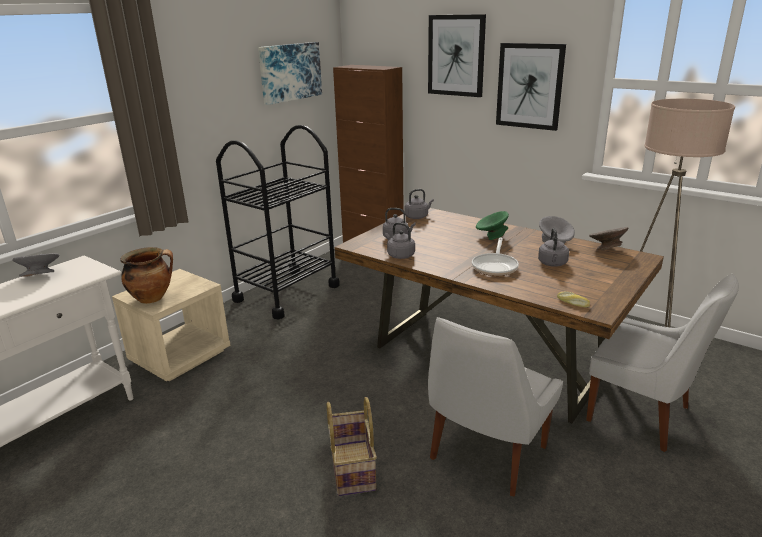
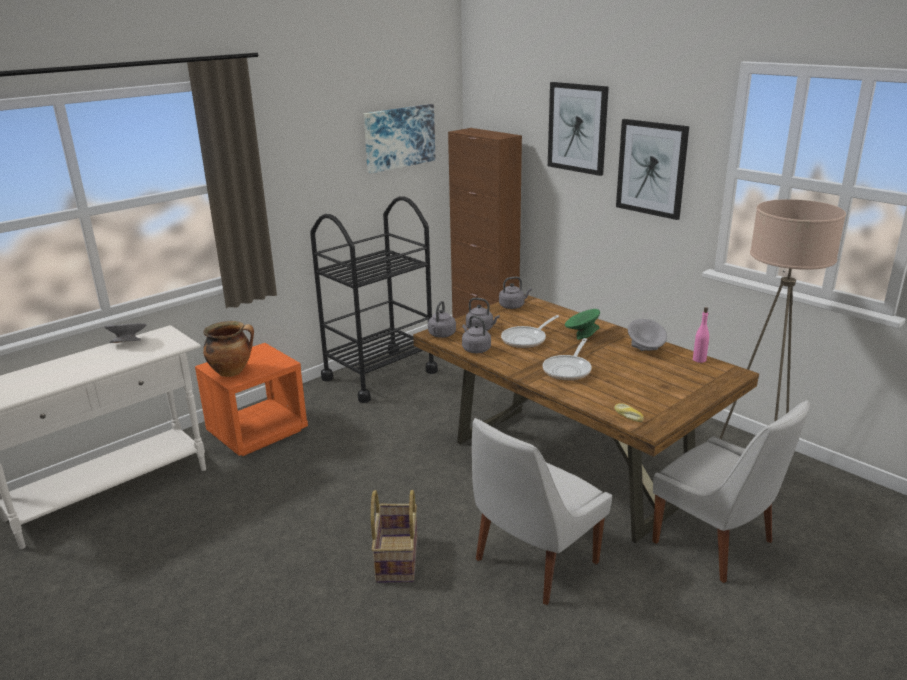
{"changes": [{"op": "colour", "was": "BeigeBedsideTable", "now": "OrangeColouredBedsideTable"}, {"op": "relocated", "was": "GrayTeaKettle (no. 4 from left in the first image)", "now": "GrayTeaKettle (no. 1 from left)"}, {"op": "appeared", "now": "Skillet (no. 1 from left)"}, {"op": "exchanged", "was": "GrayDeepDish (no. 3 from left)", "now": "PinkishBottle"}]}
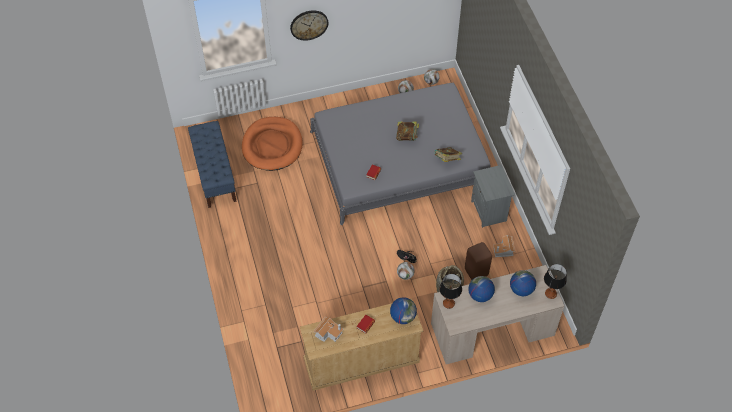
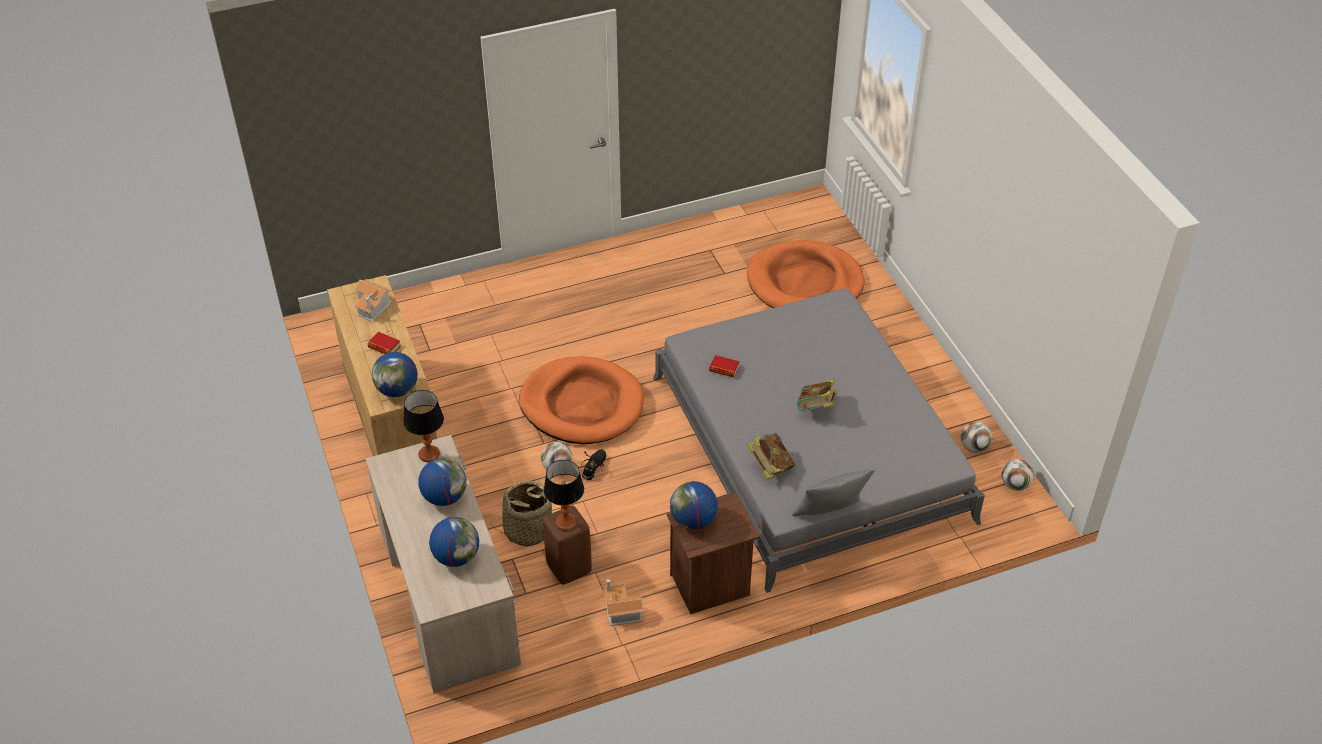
{"changes": [{"op": "appeared", "now": "OrangeColouredDogBed (no. 1 from left)"}, {"op": "relocated", "was": "TabletopLamp (no. 2 from left)"}, {"op": "colour", "was": "GrayBedsideTable", "now": "BrownColouredBedsideTable"}, {"op": "appeared", "now": "DeskGlobe (no. 4 from left)"}, {"op": "appeared", "now": "GrayThrowPillow"}, {"op": "missing", "was": "BluishBench"}, {"op": "missing", "was": "WallClock"}]}
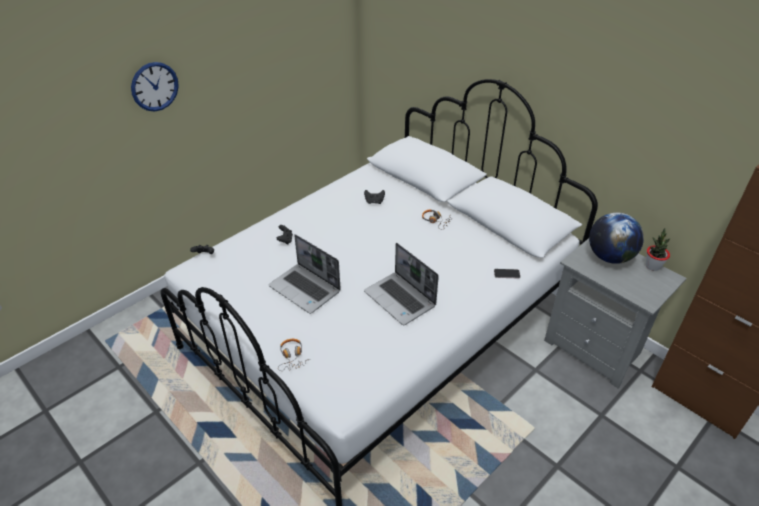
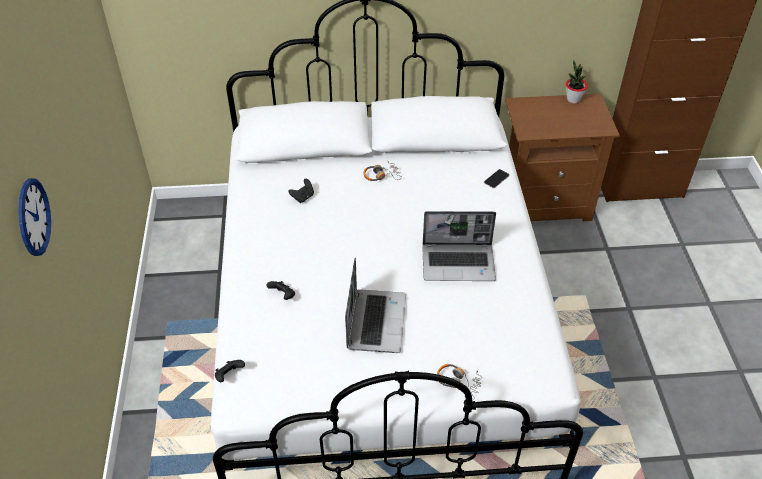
{"changes": [{"op": "spun", "was": "Laptop (no. 1 from left)", "clockwise": -75}, {"op": "colour", "was": "GrayBedsideTable", "now": "BrownColouredBedsideTable"}, {"op": "missing", "was": "DeskGlobe"}]}
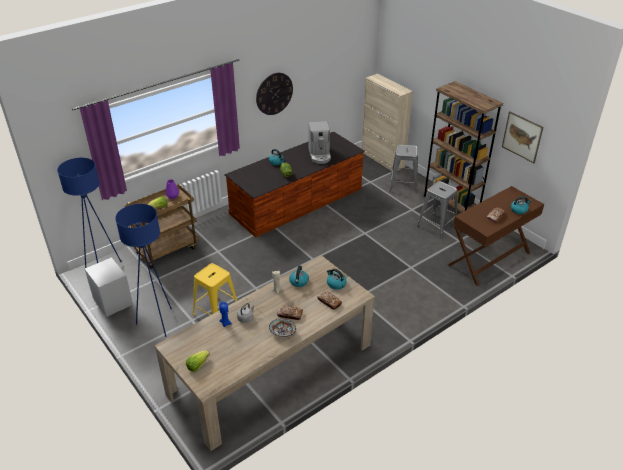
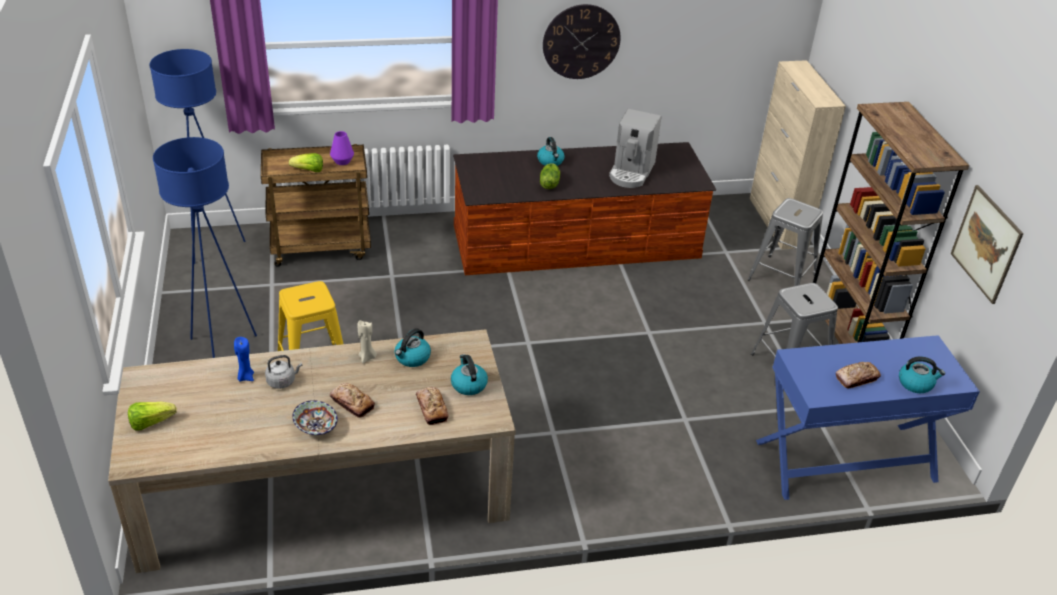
{"changes": [{"op": "colour", "was": "BrownColouredConsoleTable", "now": "BluishConsoleTable"}, {"op": "missing", "was": "GrayBedsideTable"}]}
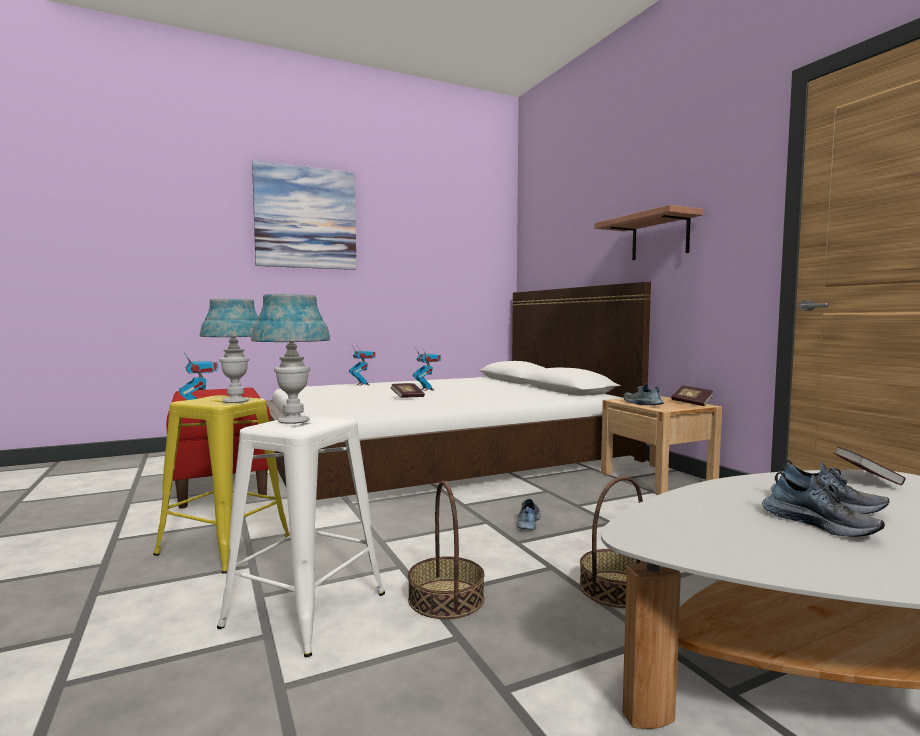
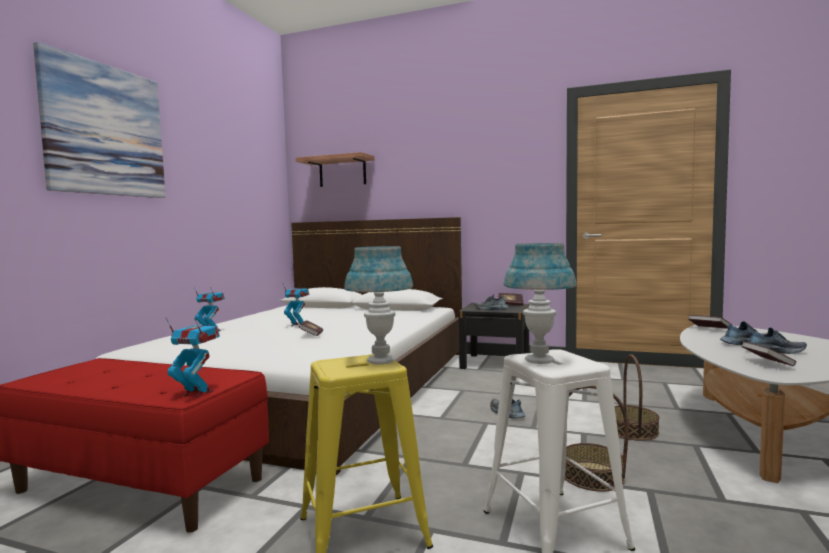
{"changes": [{"op": "relocated", "was": "WallShelf"}, {"op": "colour", "was": "BeigeBedsideTable", "now": "BlackColouredBedsideTable"}, {"op": "appeared", "now": "Book (no. 4 from left)"}]}
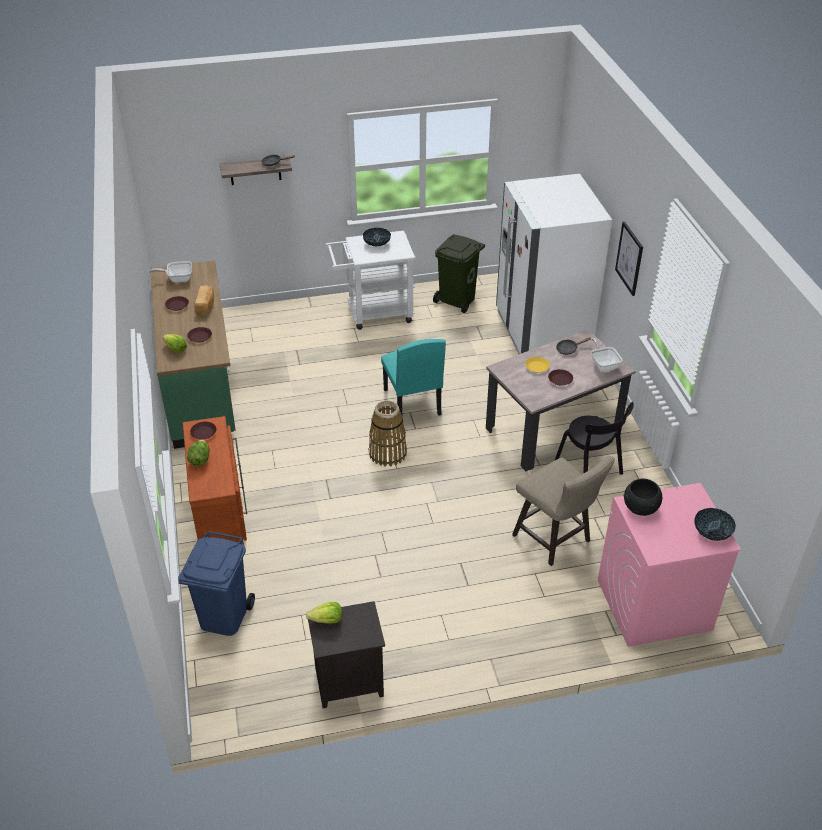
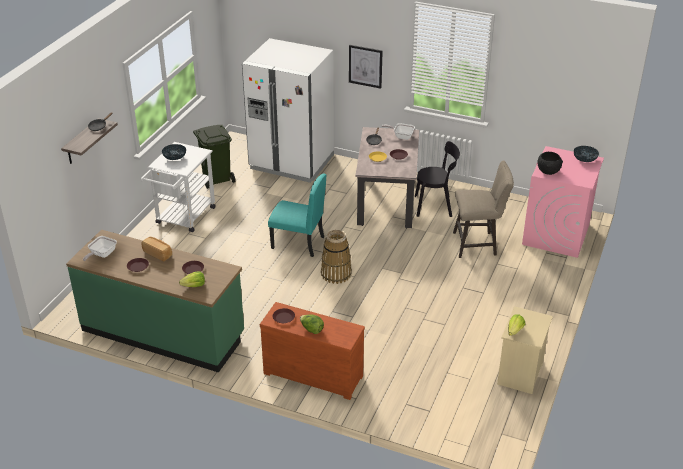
{"changes": [{"op": "colour", "was": "BlackColouredBedsideTable", "now": "BeigeBedsideTable"}, {"op": "missing", "was": "BluishWasteBin"}]}
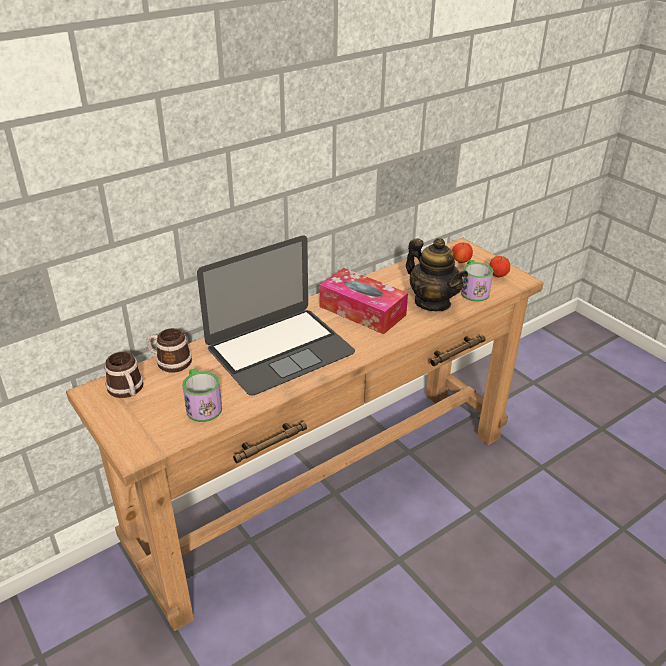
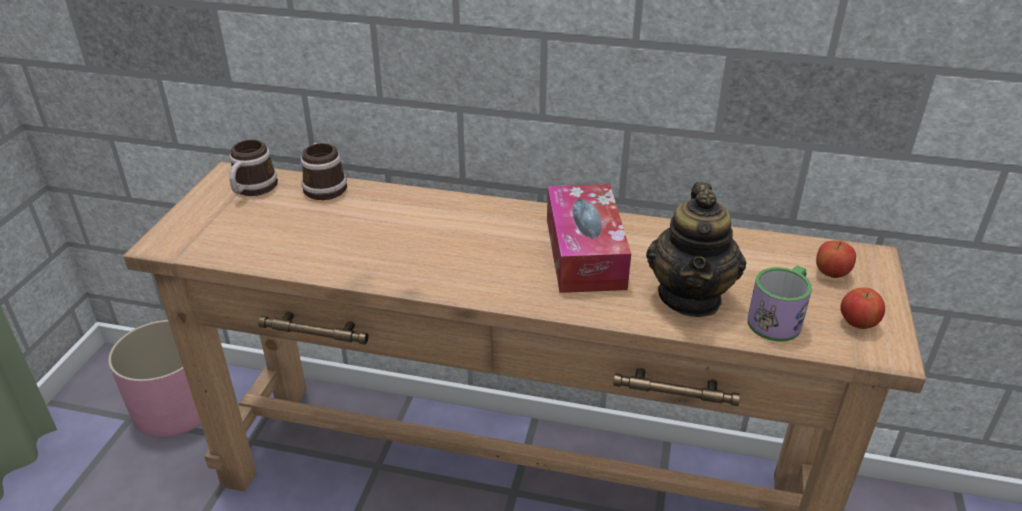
{"changes": [{"op": "appeared", "now": "PinkishPlantPot"}, {"op": "missing", "was": "Mug (no. 3 from left)"}, {"op": "missing", "was": "Laptop"}]}
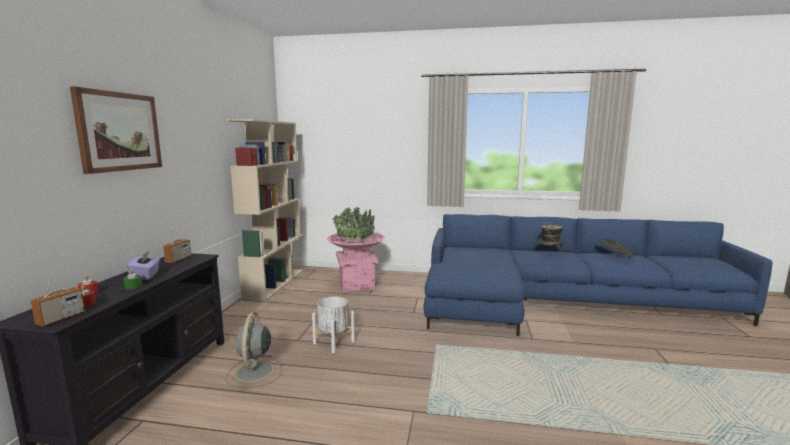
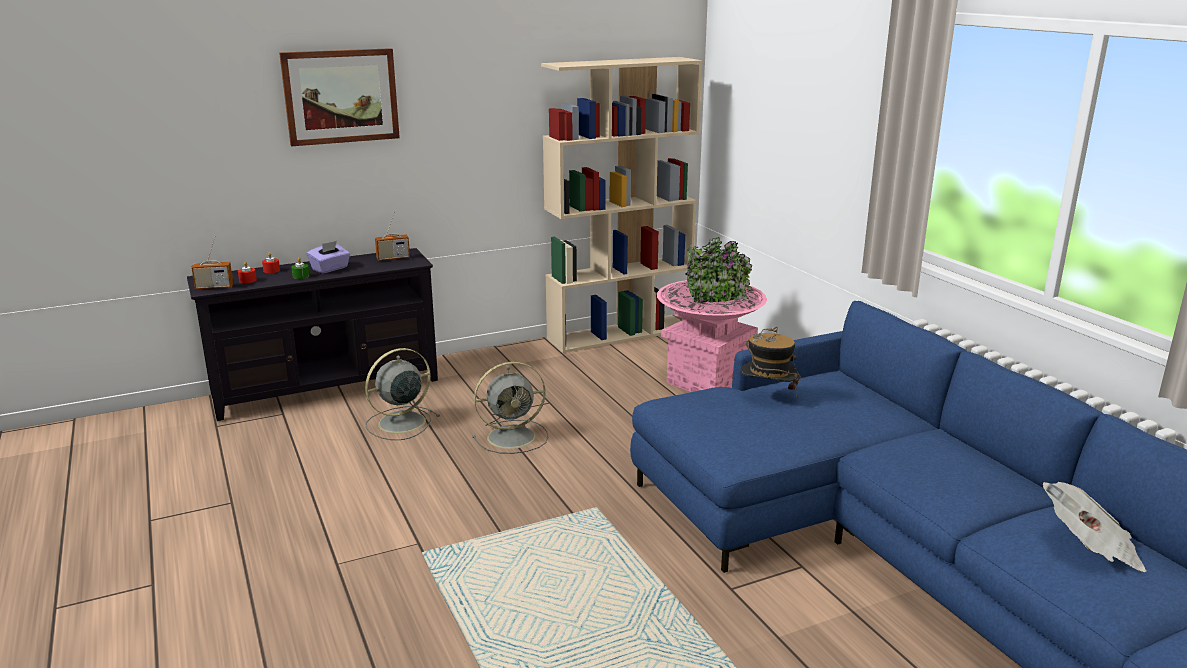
{"changes": [{"op": "exchanged", "was": "WhitePlantPot", "now": "GrayFan (no. 2 from left)"}, {"op": "relocated", "was": "Hat"}]}
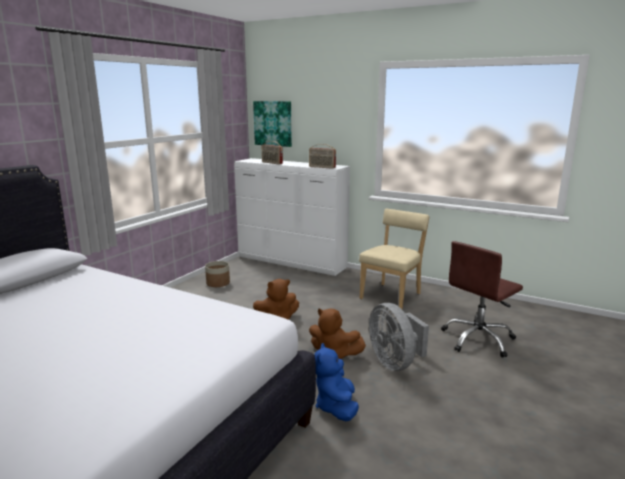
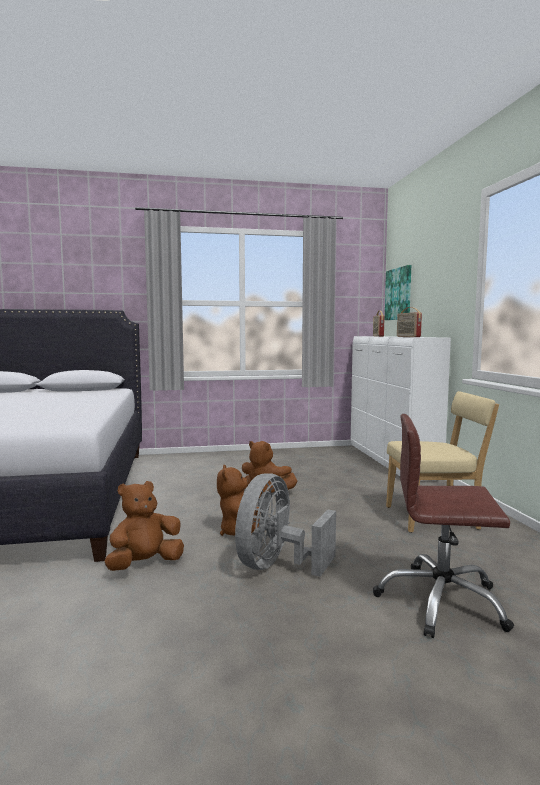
{"changes": [{"op": "colour", "was": "BluishSoftToy", "now": "BrownColouredSoftToy (no. 1 from left)"}, {"op": "missing", "was": "PlantPot"}]}
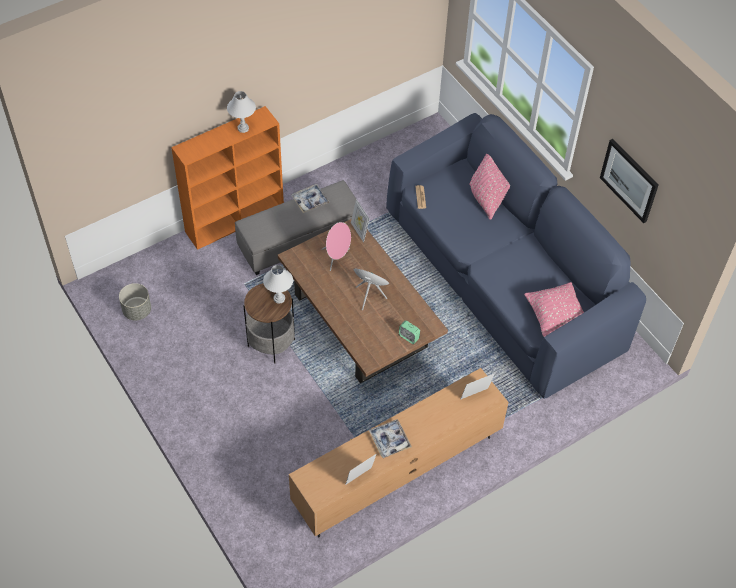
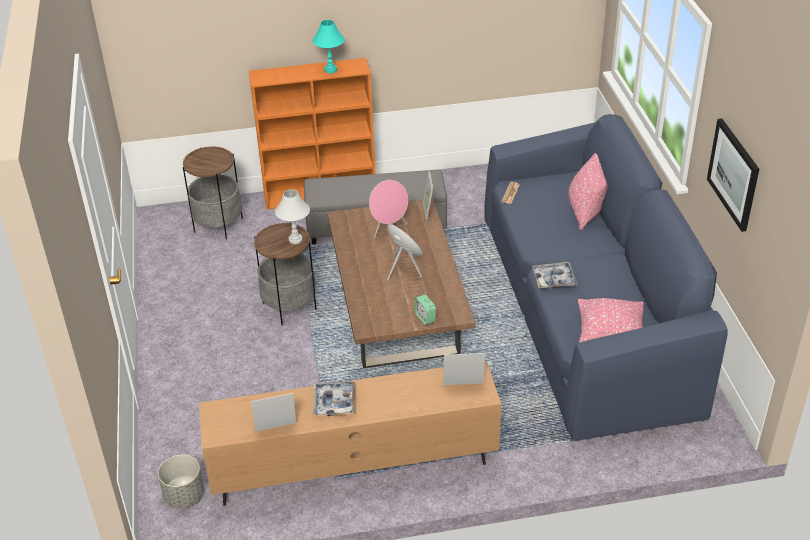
{"changes": [{"op": "relocated", "was": "GrayPlantPot"}, {"op": "appeared", "now": "AccentTable (no. 1 from left)"}, {"op": "colour", "was": "WhiteTabletopLamp (no. 1 from left)", "now": "TurquoiseTabletopLamp"}, {"op": "relocated", "was": "Tray (no. 1 from left in the first image)", "now": "Tray (no. 2 from left)"}]}
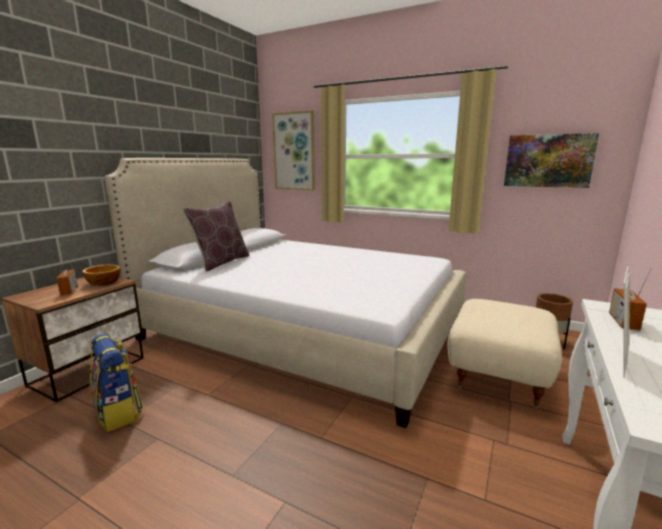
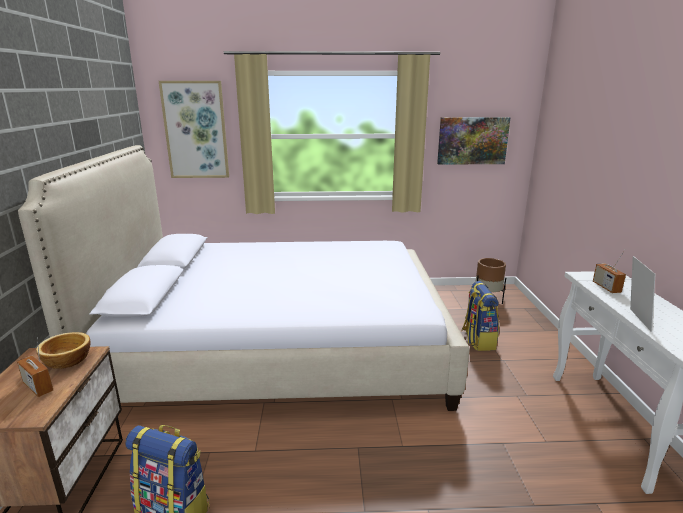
{"changes": [{"op": "exchanged", "was": "BeigeOttoman", "now": "Knapsack (no. 2 from left)"}, {"op": "missing", "was": "BrownColouredThrowPillow"}]}
